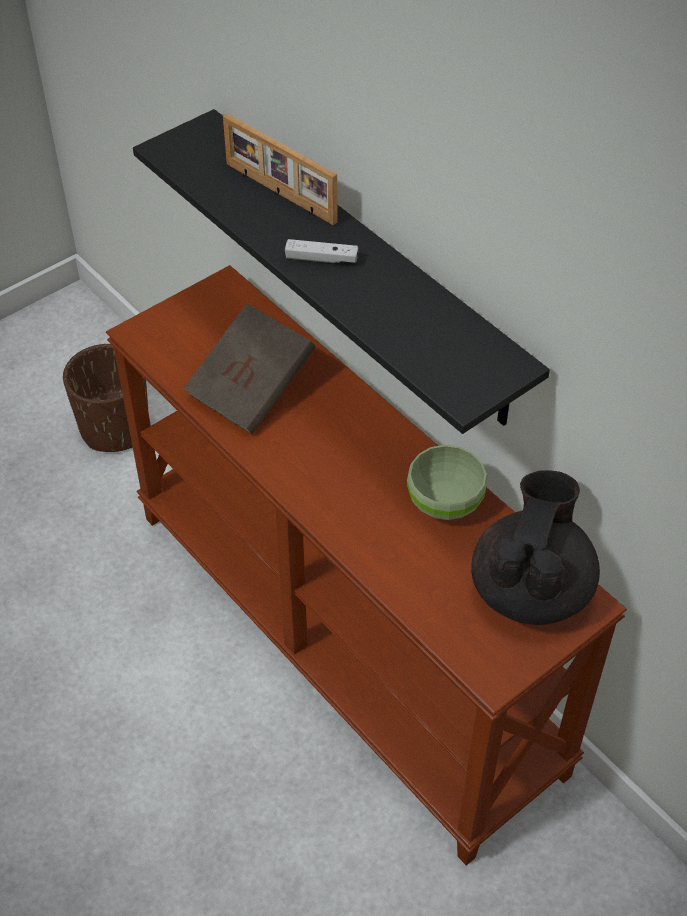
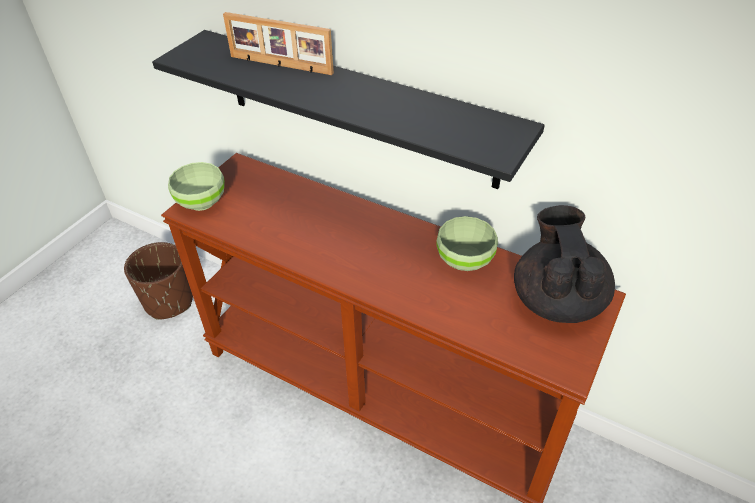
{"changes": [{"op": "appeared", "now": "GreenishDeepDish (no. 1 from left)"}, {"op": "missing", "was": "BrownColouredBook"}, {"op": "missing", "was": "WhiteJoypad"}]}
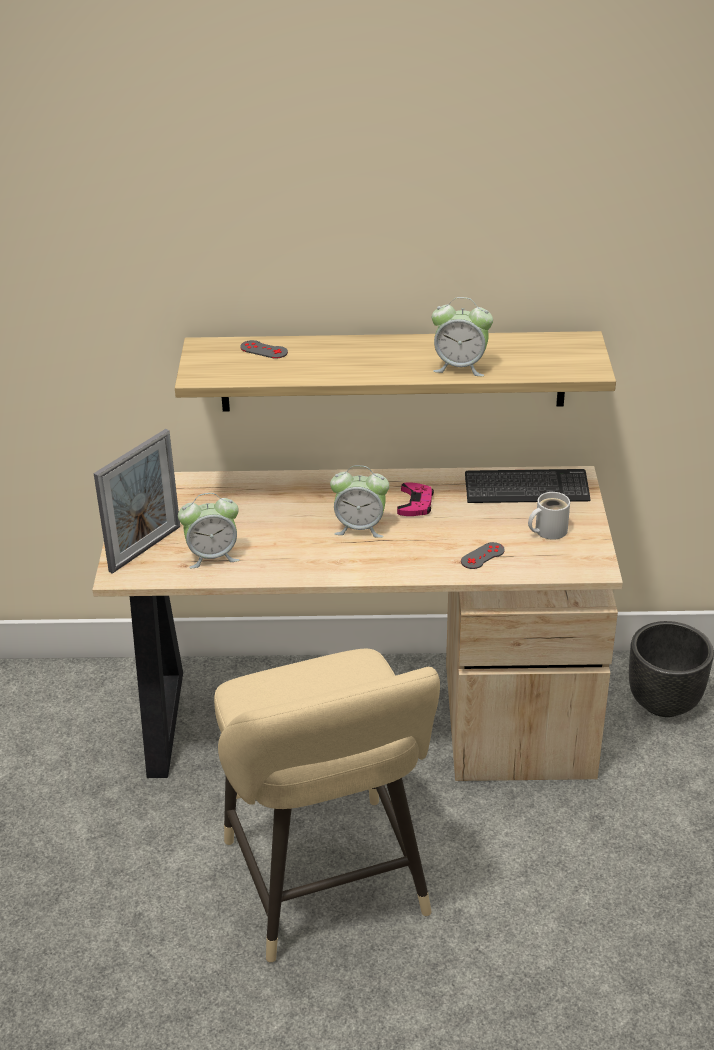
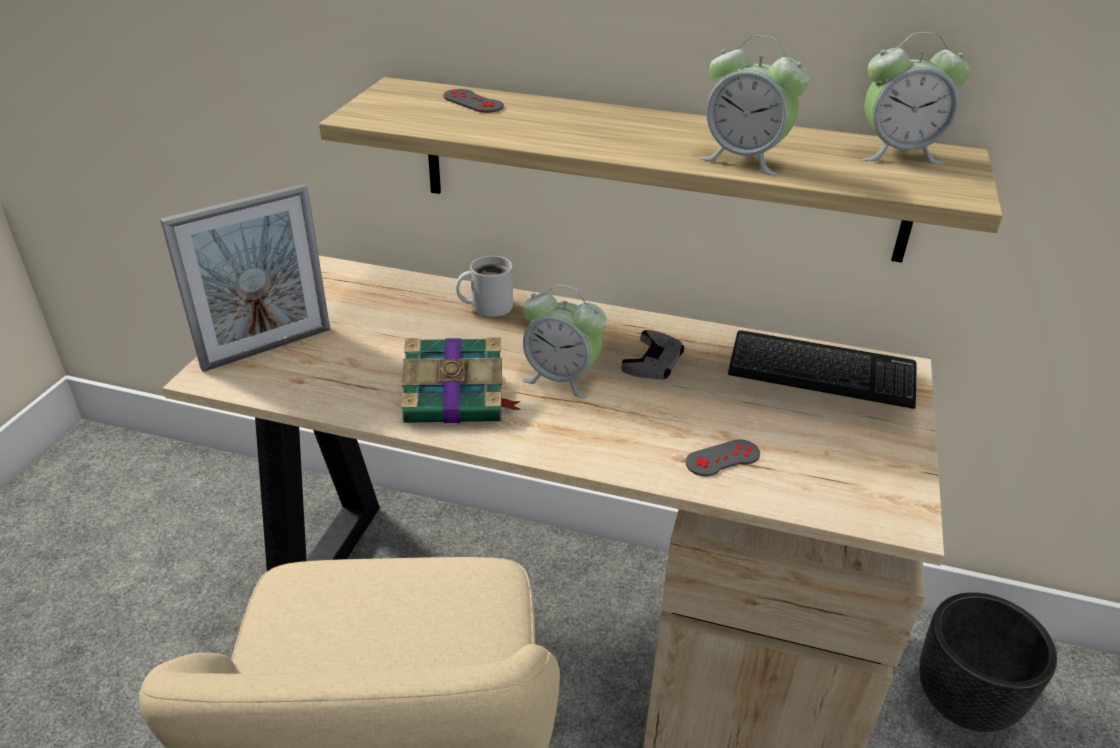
{"changes": [{"op": "appeared", "now": "Book"}, {"op": "relocated", "was": "WhiteMug"}, {"op": "colour", "was": "PinkishJoypad", "now": "GrayJoypad (no. 2 from left)"}, {"op": "relocated", "was": "TableClock (no. 1 from left in the first image)", "now": "TableClock (no. 3 from left)"}]}
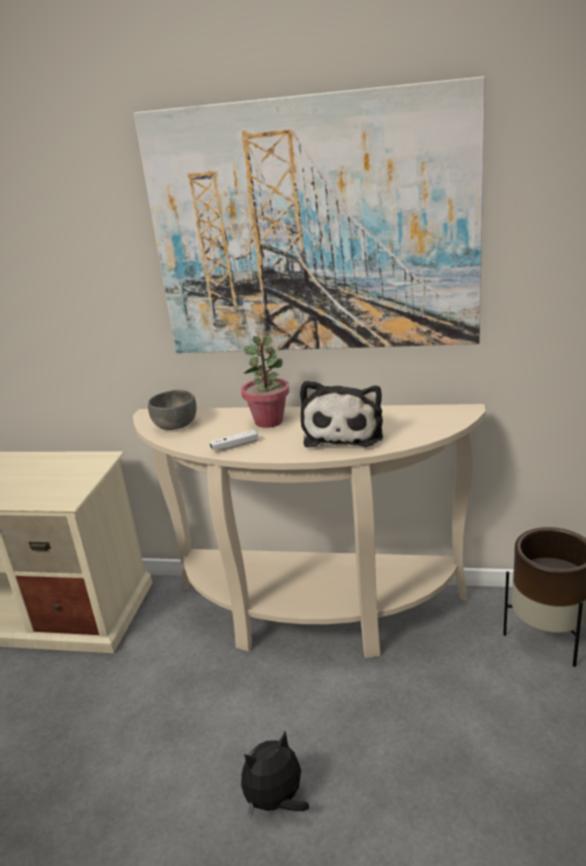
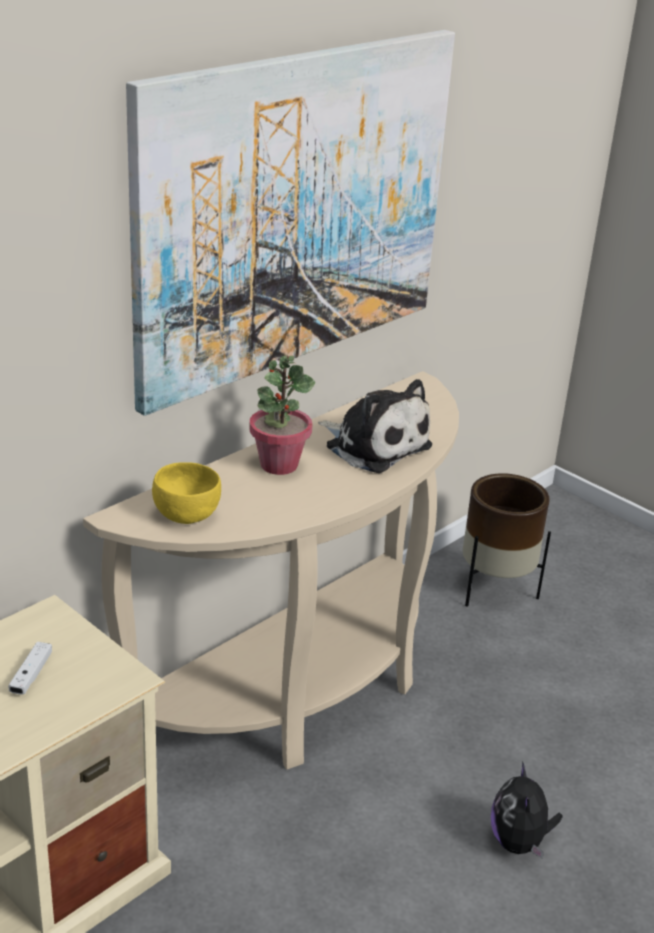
{"changes": [{"op": "relocated", "was": "WhiteJoypad"}, {"op": "colour", "was": "GrayDeepDish", "now": "YellowishDeepDish"}]}
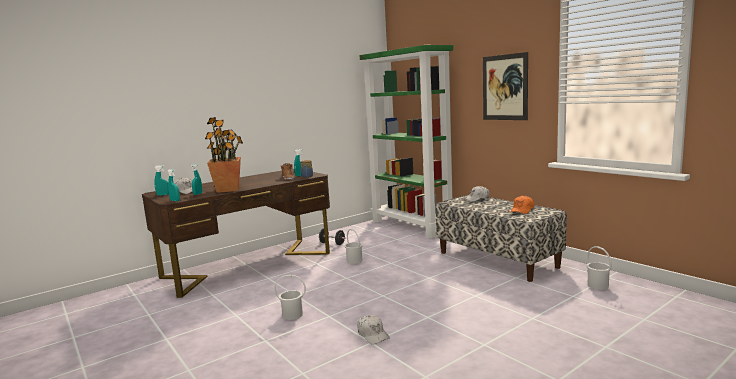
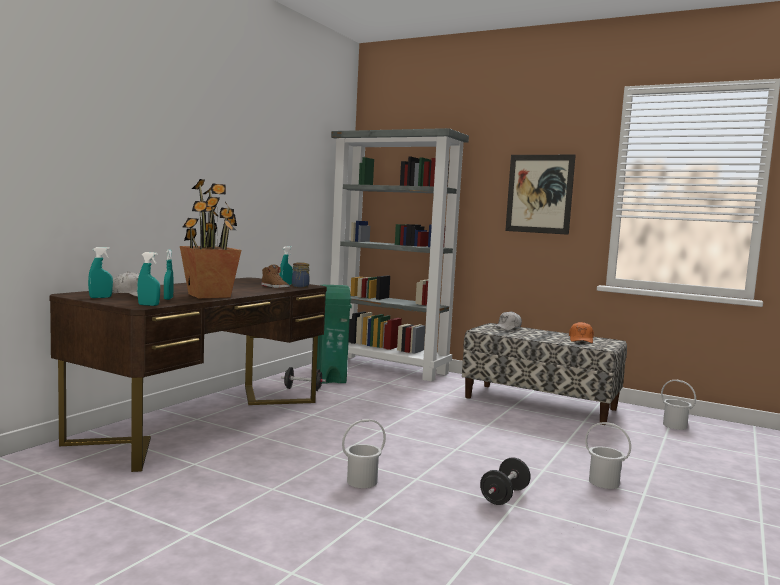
{"changes": [{"op": "appeared", "now": "GreenishWasteBin"}, {"op": "colour", "was": "GreenishShelvingUnit", "now": "GrayShelvingUnit"}, {"op": "exchanged", "was": "WhiteBaseballCap (no. 2 from left)", "now": "BlackColouredHandWeight (no. 2 from left)"}, {"op": "relocated", "was": "WhiteWaterBucket (no. 2 from left)"}]}
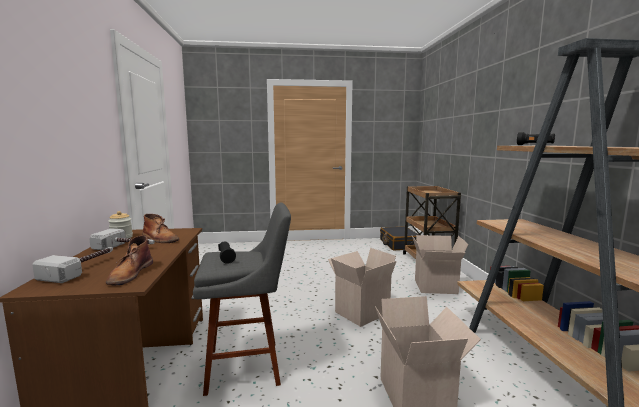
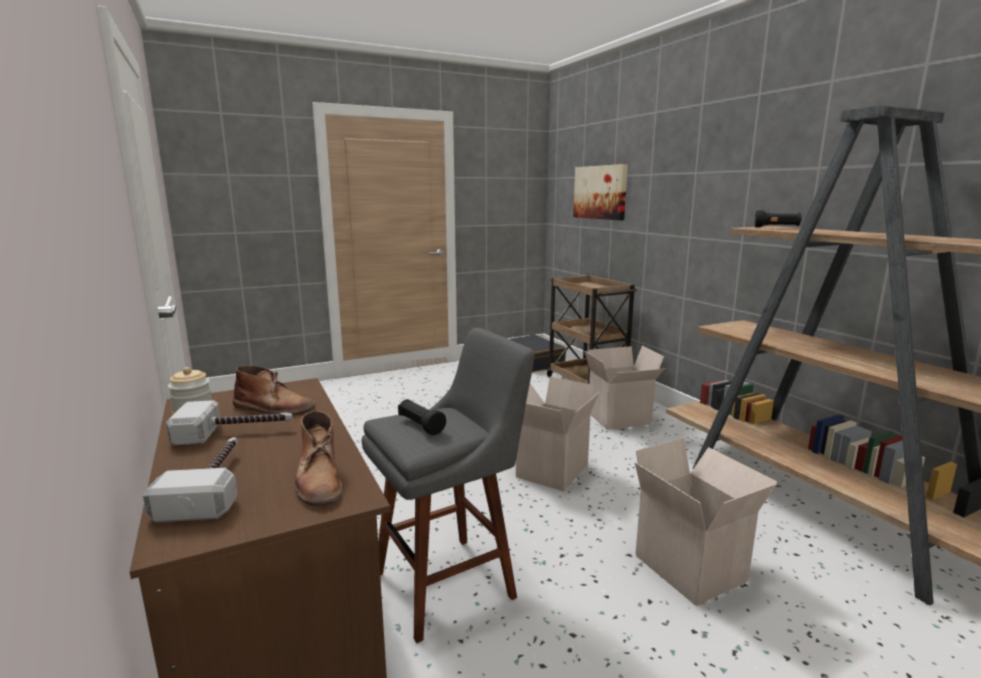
{"changes": [{"op": "appeared", "now": "WallArt"}]}
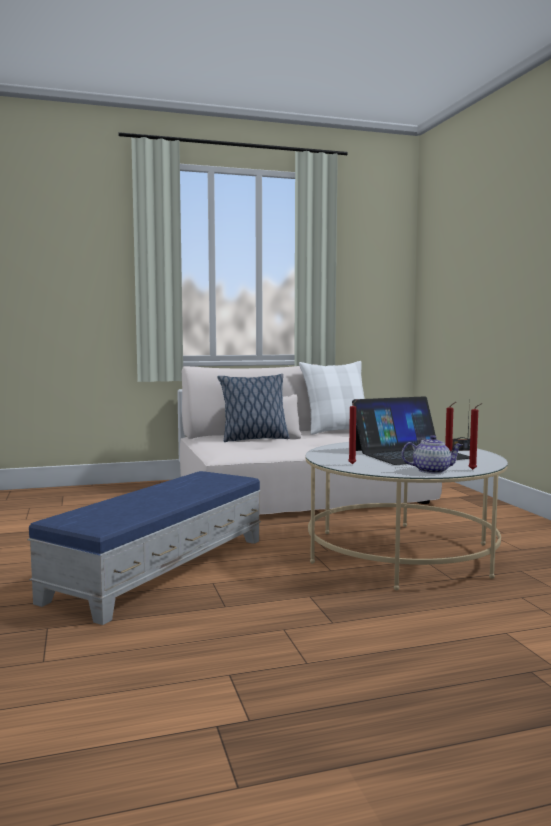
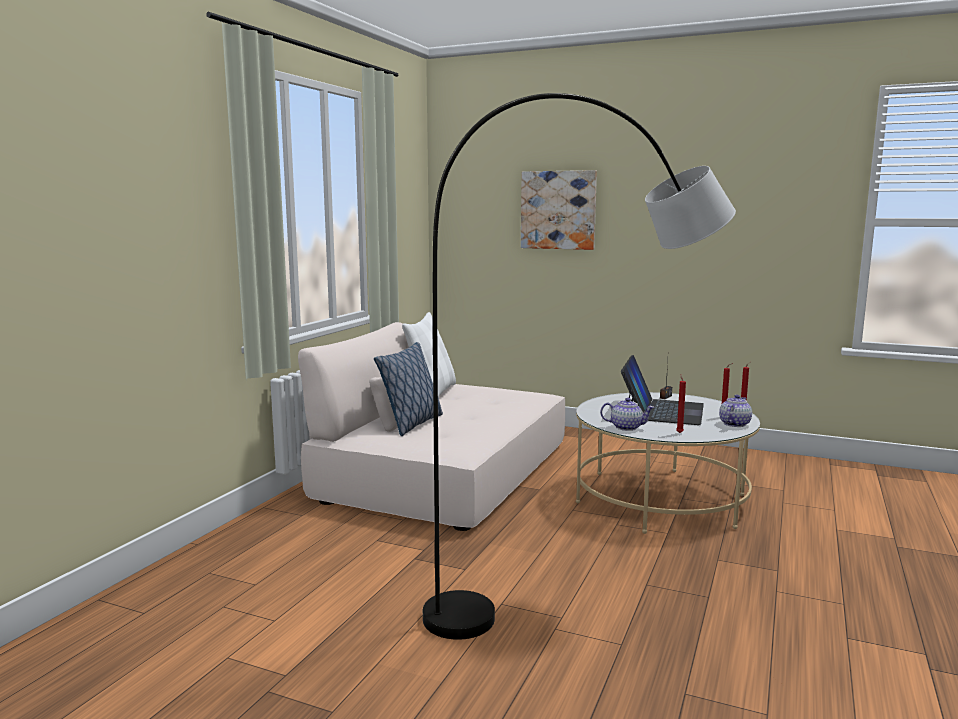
{"changes": [{"op": "exchanged", "was": "BluishOttoman", "now": "GrayFloorLamp"}, {"op": "appeared", "now": "WallArt"}, {"op": "appeared", "now": "TeaPot (no. 1 from left)"}]}
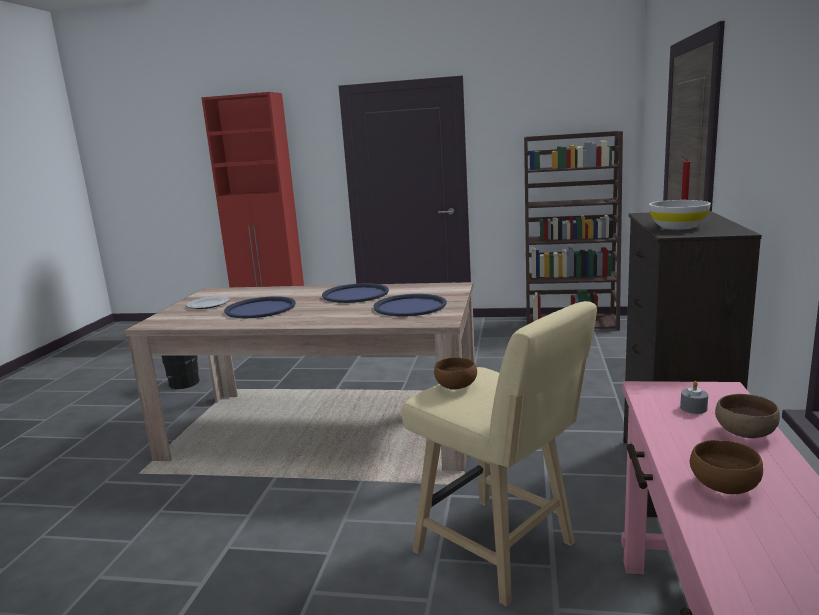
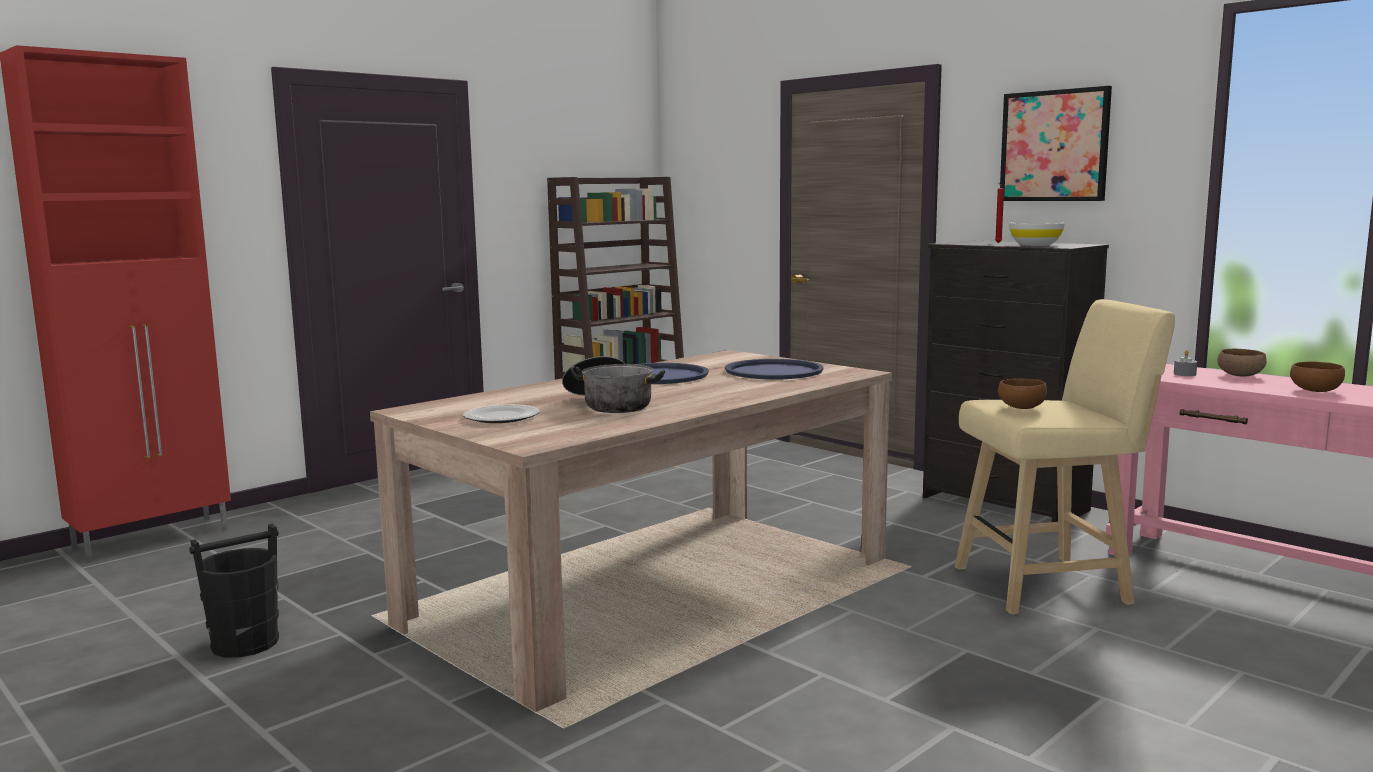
{"changes": [{"op": "exchanged", "was": "BluishTray (no. 1 from left)", "now": "Stockpot"}, {"op": "appeared", "now": "WallArt"}]}
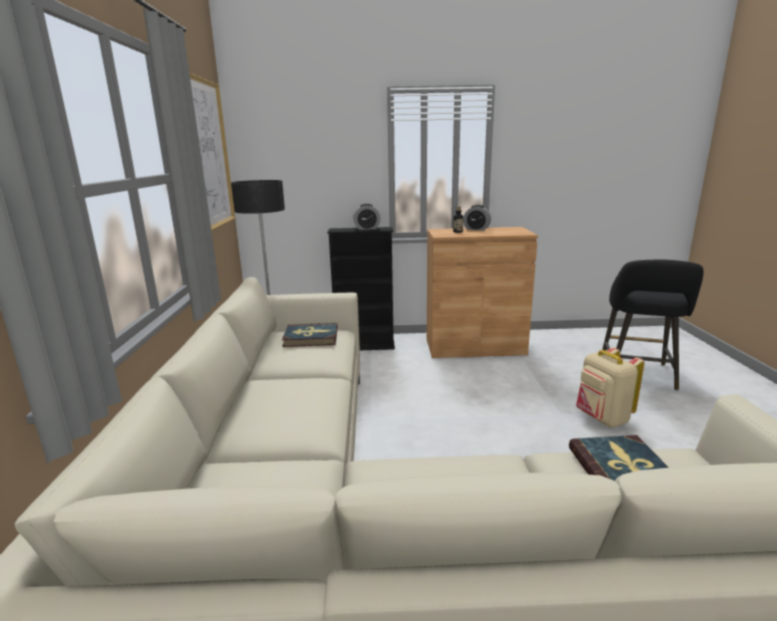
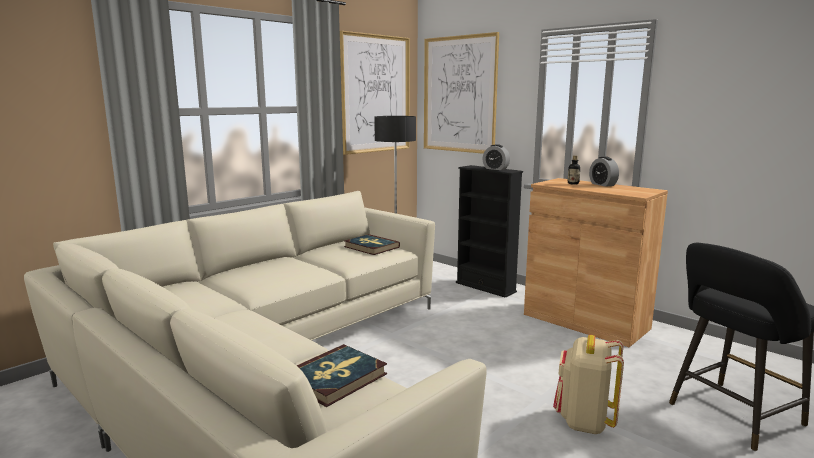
{"changes": [{"op": "appeared", "now": "WallArt (no. 2 from left)"}]}
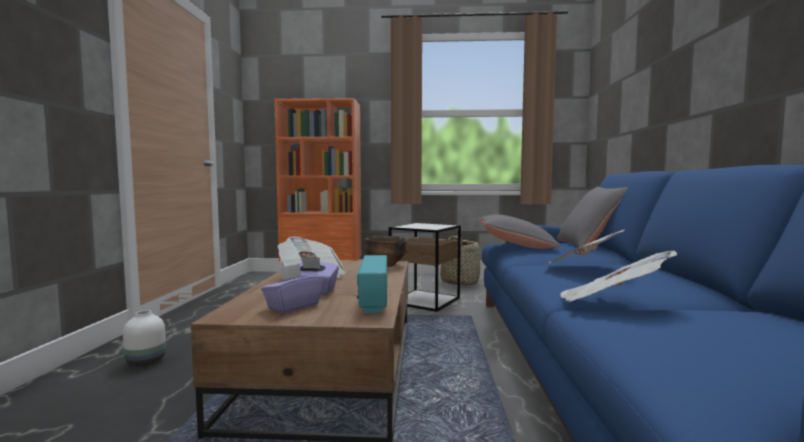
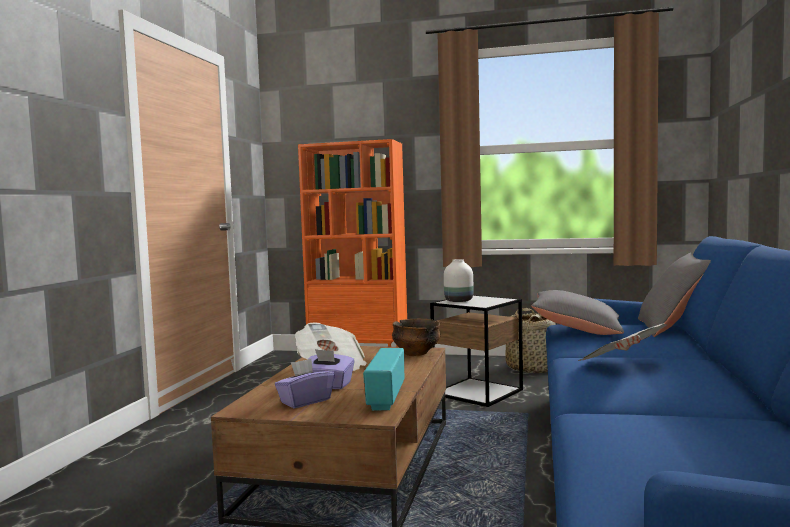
{"changes": [{"op": "relocated", "was": "WhiteDecorativeVase"}, {"op": "missing", "was": "DailyPaper (no. 3 from left)"}]}
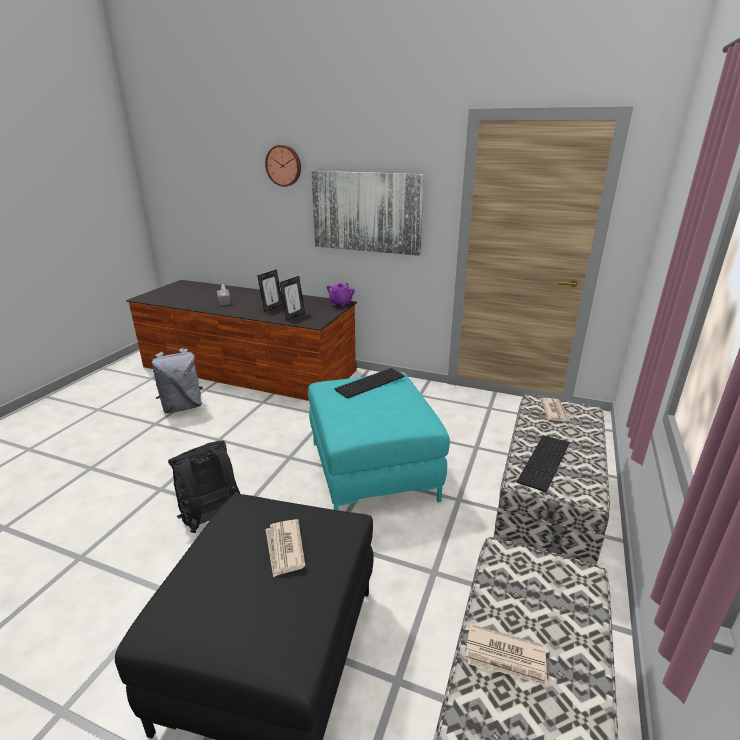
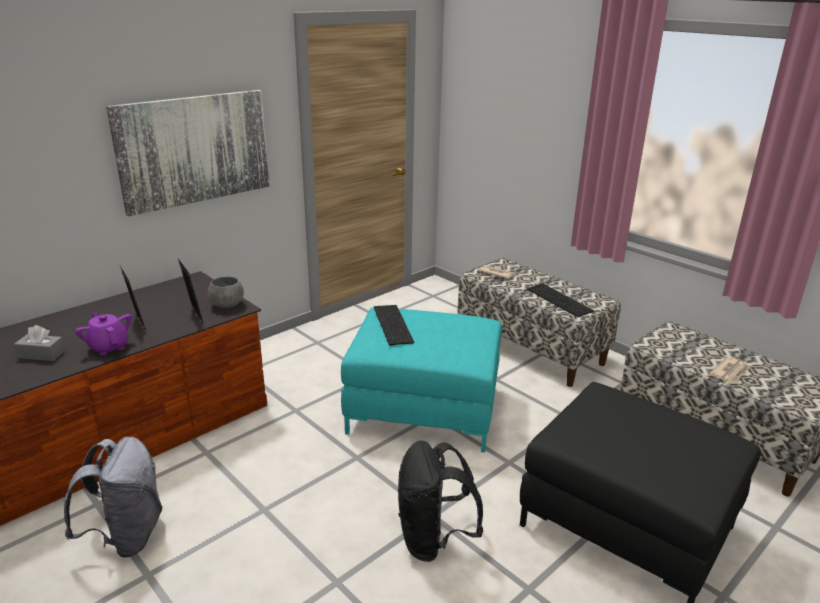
{"changes": [{"op": "relocated", "was": "PurpleColouredTeaPot"}, {"op": "appeared", "now": "GrayDeepDish"}, {"op": "missing", "was": "WallClock"}, {"op": "missing", "was": "DailyPaper (no. 1 from left)"}]}
